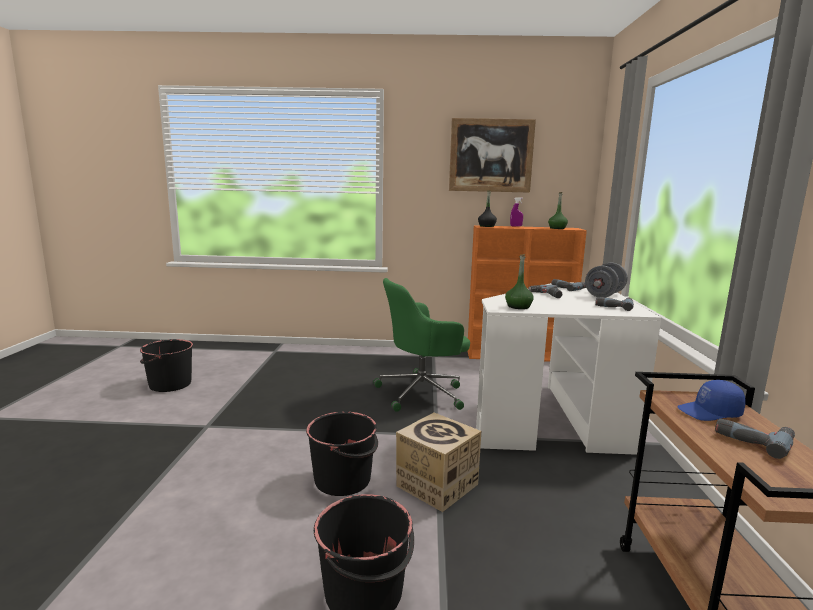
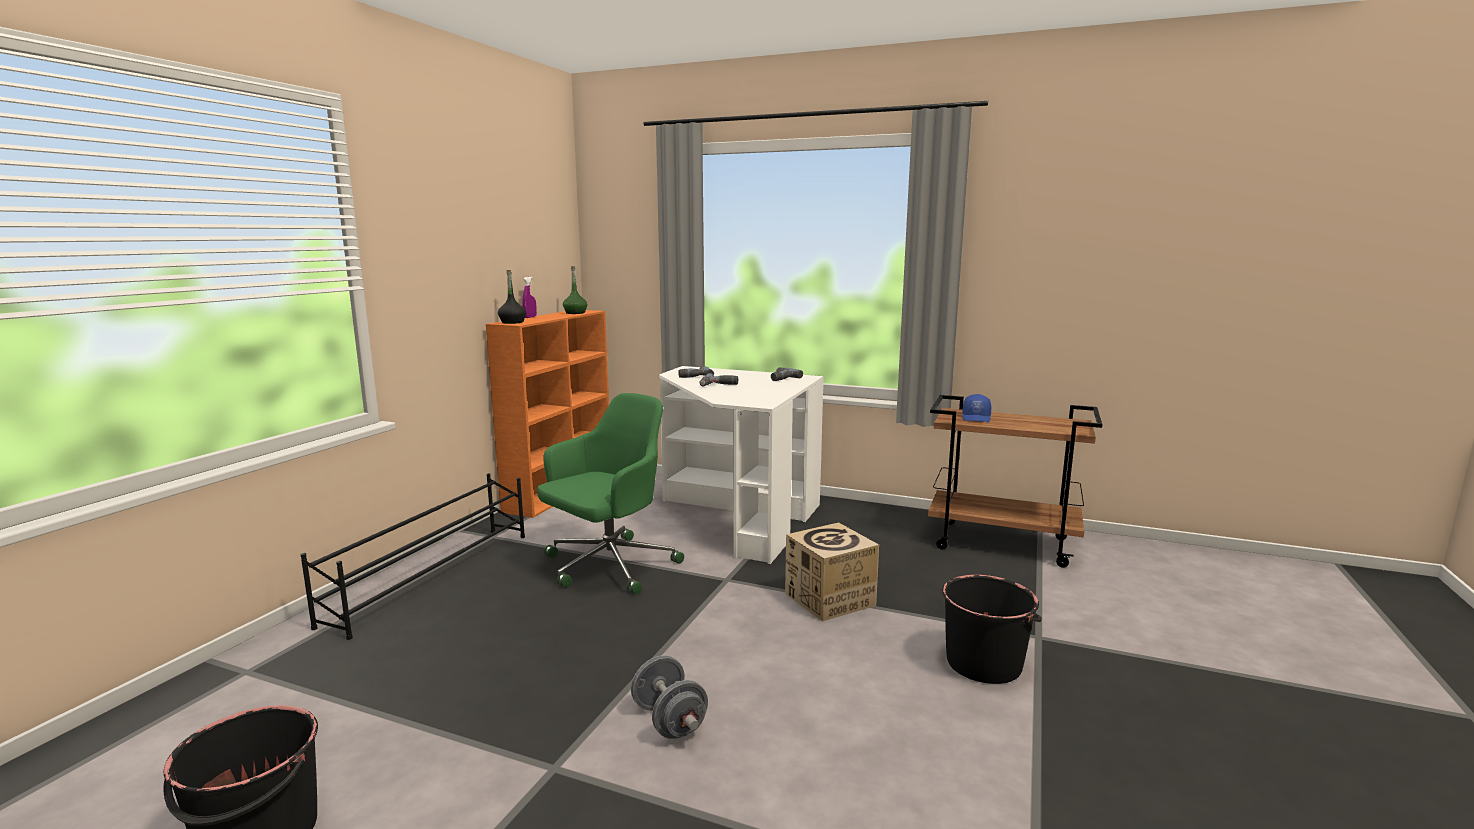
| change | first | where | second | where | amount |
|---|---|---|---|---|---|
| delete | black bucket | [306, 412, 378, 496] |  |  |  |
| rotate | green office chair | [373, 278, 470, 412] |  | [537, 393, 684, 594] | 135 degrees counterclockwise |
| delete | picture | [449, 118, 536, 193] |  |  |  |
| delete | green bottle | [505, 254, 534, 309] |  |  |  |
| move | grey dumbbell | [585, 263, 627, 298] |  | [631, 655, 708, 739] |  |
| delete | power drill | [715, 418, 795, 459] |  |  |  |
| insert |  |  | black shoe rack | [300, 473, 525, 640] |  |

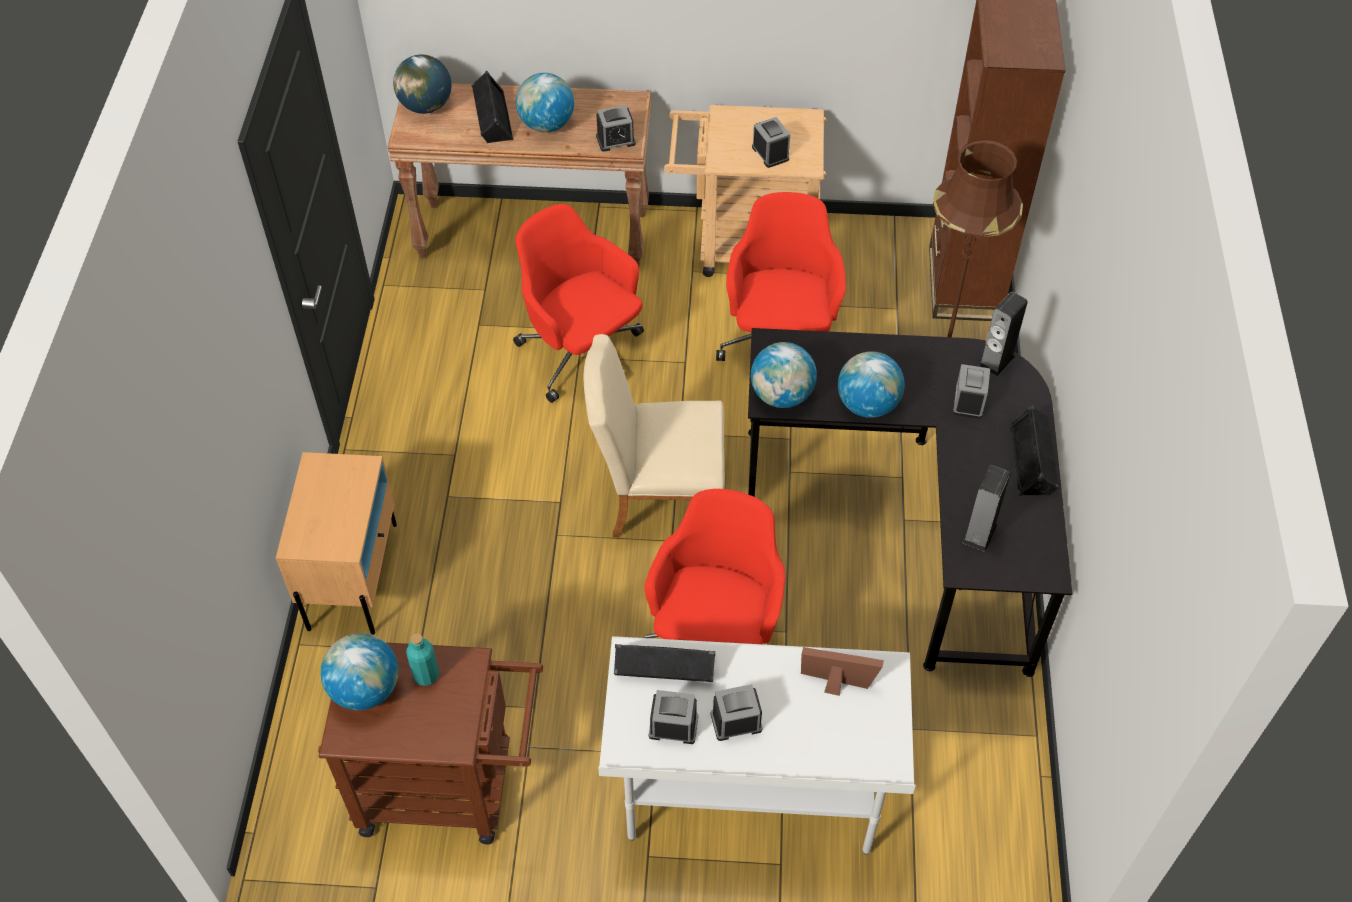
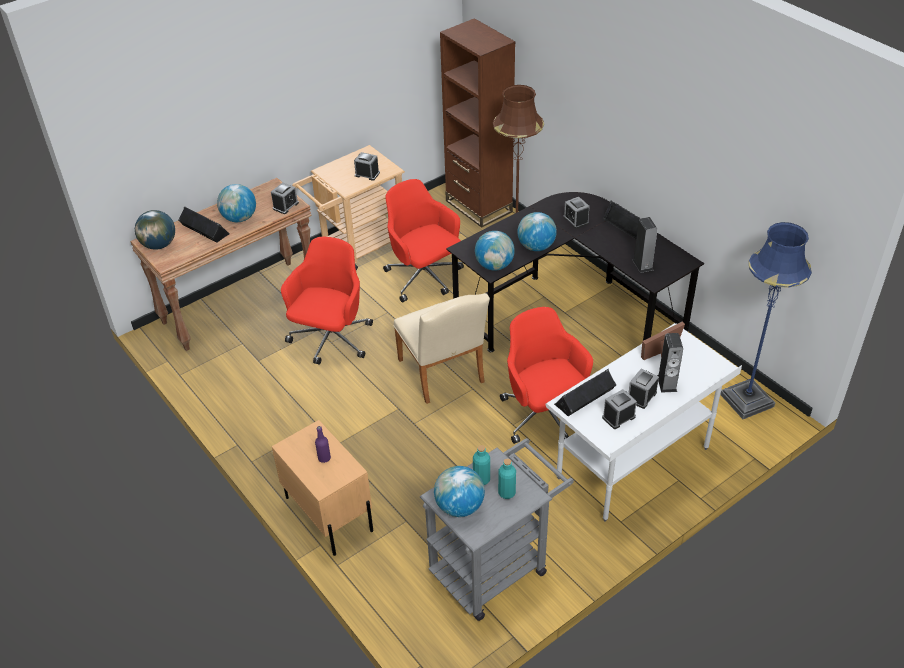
| change | first | where | second | where | amount |
|---|---|---|---|---|---|
| recolor | brown cart | [318, 643, 543, 844] | grey cart | [420, 438, 574, 621] |  |
| rotate | red office chair | [513, 204, 644, 403] |  | [281, 237, 373, 365] | 105 degrees clockwise |
| rotate | beige chair | [584, 334, 725, 538] |  | [394, 293, 490, 404] | 75 degrees counterclockwise |
| move | speaker | [978, 292, 1028, 376] |  | [657, 333, 683, 393] |  |
| insert |  |  | purple bottle | [315, 426, 331, 463] |  |
| insert |  |  | turquoise bottle | [498, 459, 516, 499] |  |
| insert |  |  | blue floor lamp | [720, 222, 812, 419] |  |

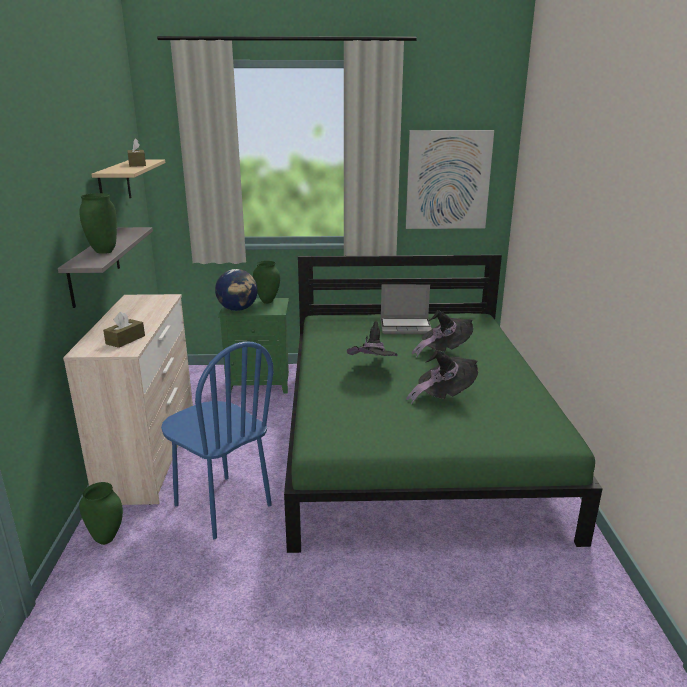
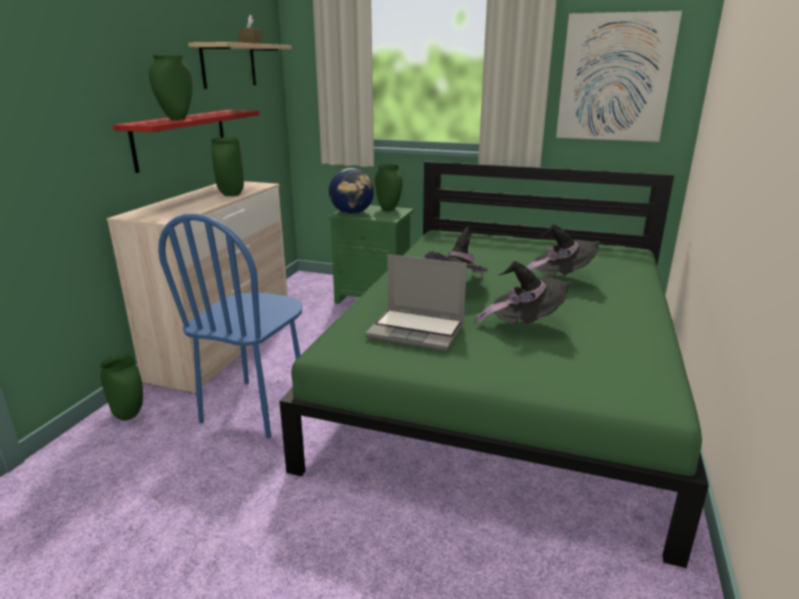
| change | first | where | second | where | amount |
|---|---|---|---|---|---|
| recolor | grey shelf | [58, 227, 153, 308] | red shelf | [113, 110, 260, 173] |  |
| delete | brown tissue box | [103, 312, 145, 348] |  |  |  |
| rotate | blue chair | [161, 341, 274, 539] |  | [158, 214, 303, 439] | 45 degrees clockwise |
| move | laptop | [381, 285, 432, 334] |  | [365, 254, 467, 351] |  |
| insert |  |  | green vase | [211, 137, 244, 196] |  |

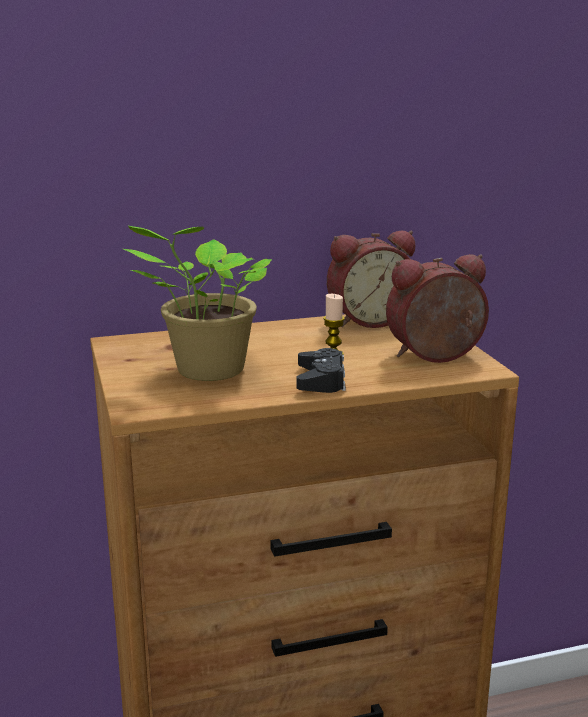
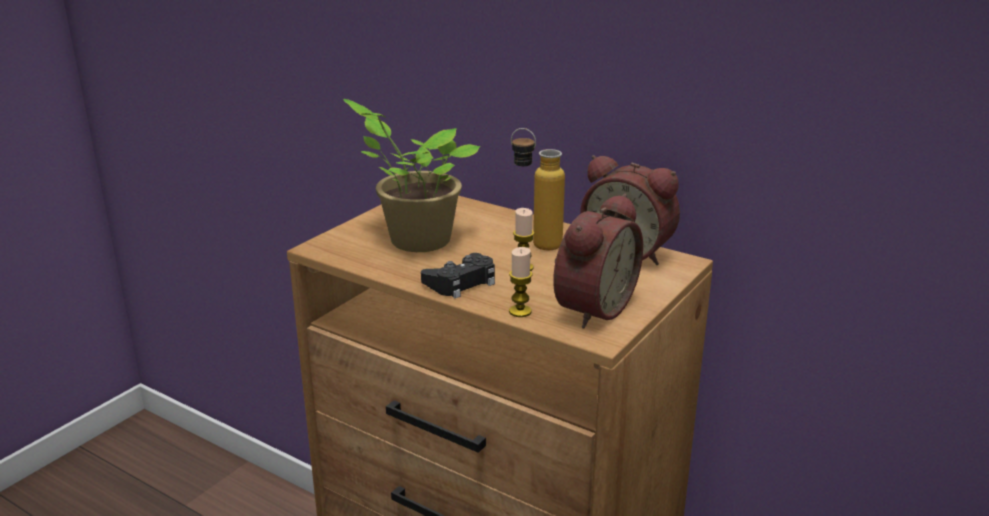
| change | first | where | second | where | amount |
|---|---|---|---|---|---|
| rotate | alarm clock | [386, 254, 489, 363] |  | [553, 194, 643, 328] | 90 degrees clockwise |
| insert |  |  | candle | [509, 247, 533, 317] |  |
| insert |  |  | bottle | [511, 128, 565, 250] |  |

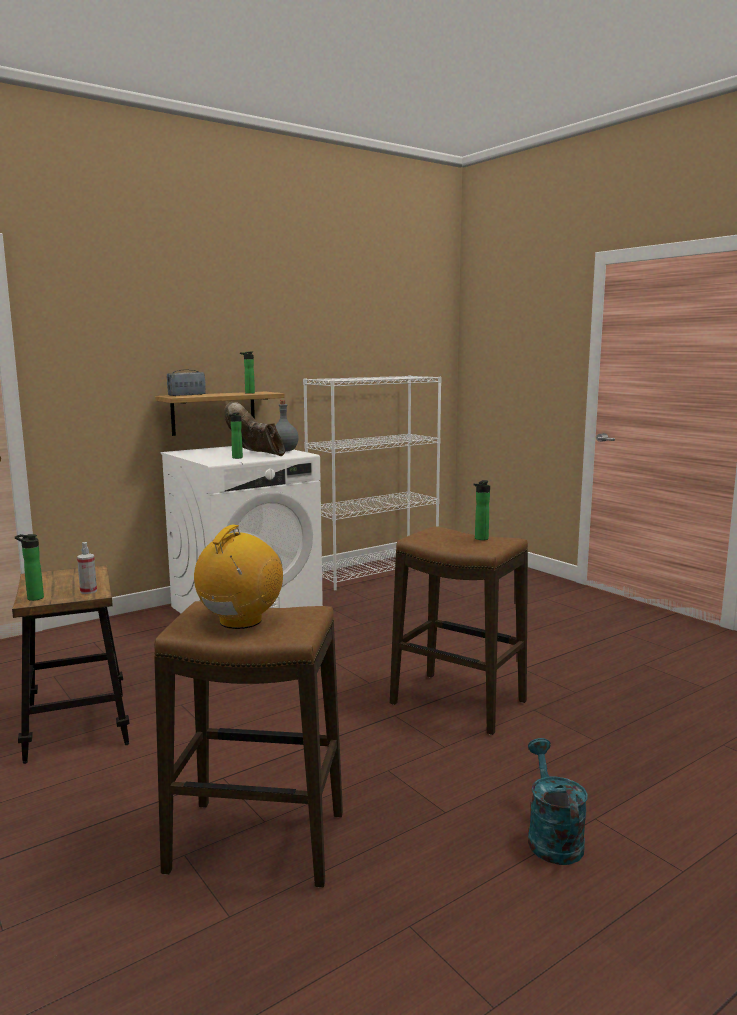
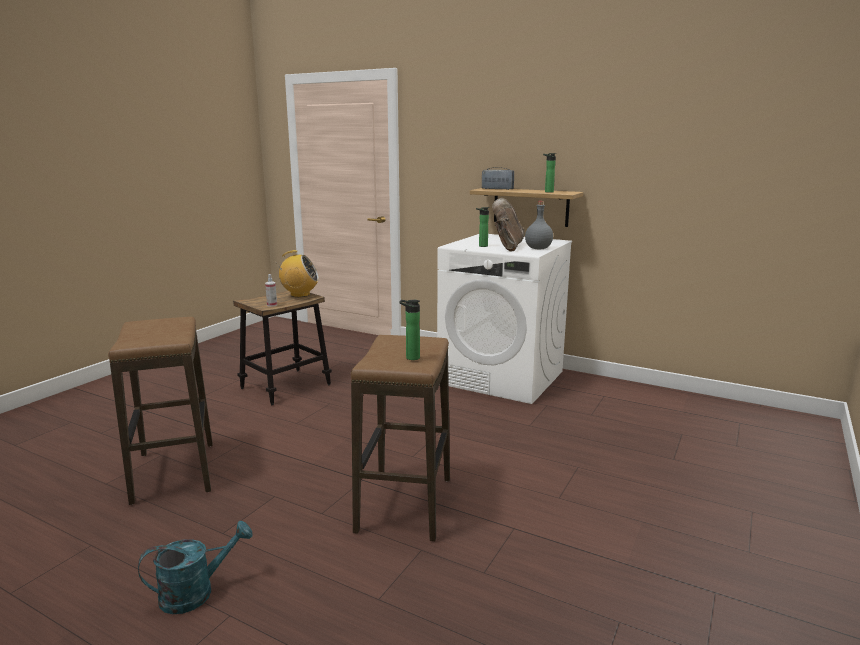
| change | first | where | second | where | amount |
|---|---|---|---|---|---|
| delete | bottle | [15, 534, 44, 601] |  |  |  |
| move | radio | [194, 524, 283, 629] |  | [277, 250, 319, 297] |  |
| delete | white bookcase | [303, 375, 442, 590] |  |  |  |

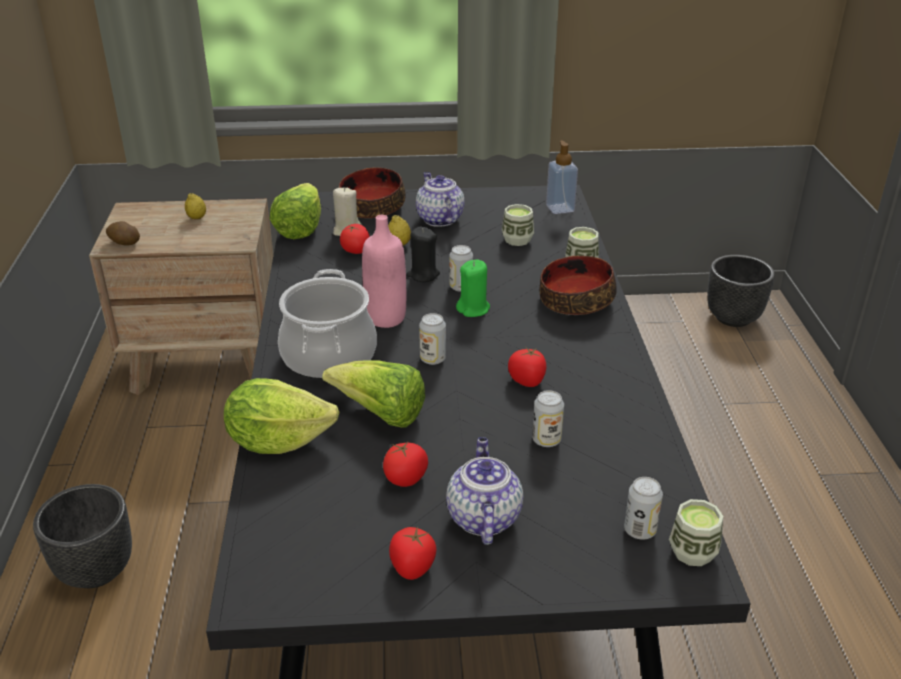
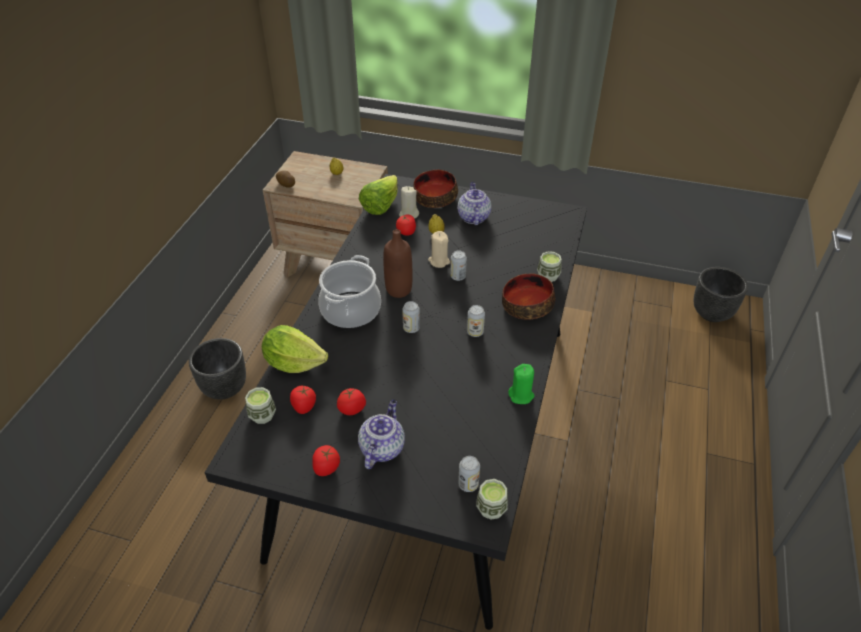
| change | first | where | second | where | amount |
|---|---|---|---|---|---|
| delete | lettuce | [322, 360, 425, 428] |  |  |  |
| recolor | pink bottle | [362, 215, 406, 328] | brown bottle | [383, 229, 412, 298] |  |
| recolor | black candle | [406, 226, 440, 282] | beige candle | [428, 231, 450, 268] |  |
| move | green candle | [456, 260, 490, 317] |  | [508, 364, 535, 404] |  |
| move | cup | [502, 204, 534, 246] |  | [245, 387, 276, 424] |  |
| move | tomato | [508, 347, 546, 387] |  | [290, 386, 316, 414] |  |
| move | can | [532, 390, 564, 447] |  | [467, 305, 485, 337] |  |
| delete | soap dispenser | [546, 141, 578, 214] |  |  |  |

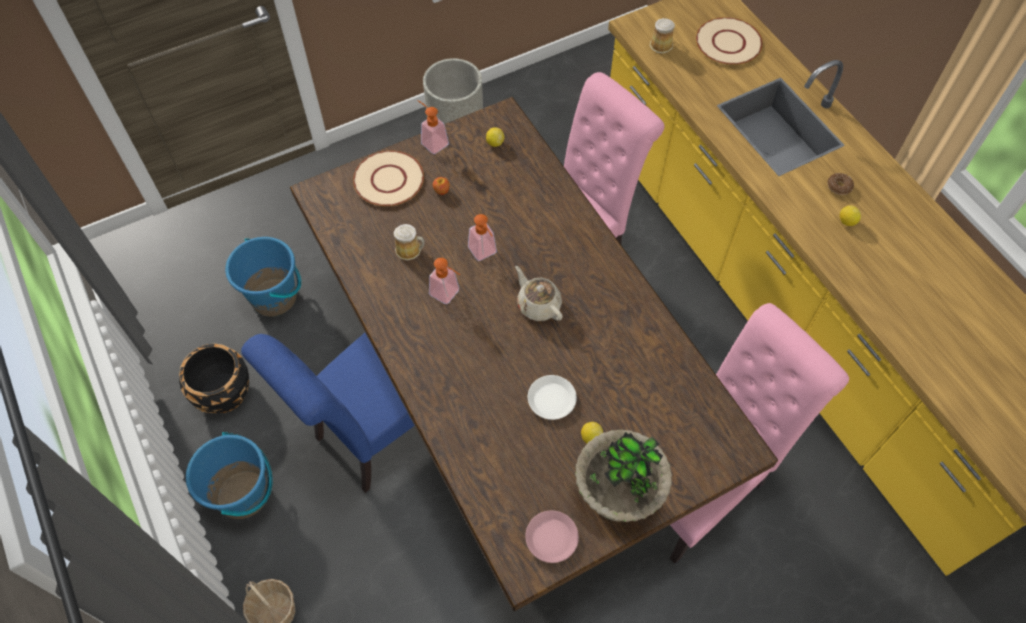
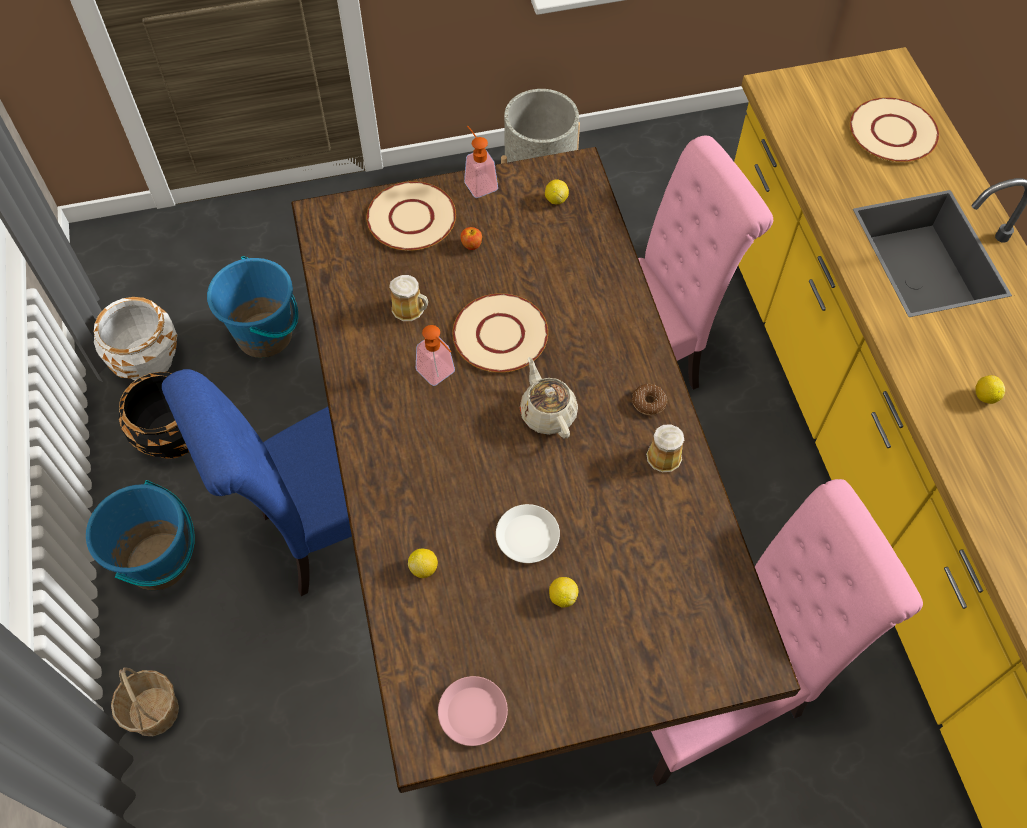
| change | first | where | second | where | amount |
|---|---|---|---|---|---|
| replace | soap dispenser | [468, 214, 497, 261] | beige plate | [452, 293, 548, 373] |  |
| delete | potted plant | [575, 430, 672, 522] |  |  |  |
| move | mug | [650, 18, 675, 53] |  | [646, 424, 684, 472] |  |
| move | donut | [827, 173, 854, 195] |  | [632, 384, 667, 415] |  |
| insert |  |  | white planter | [94, 297, 177, 380] |  |
| insert |  |  | lemon | [408, 549, 438, 578] |  |

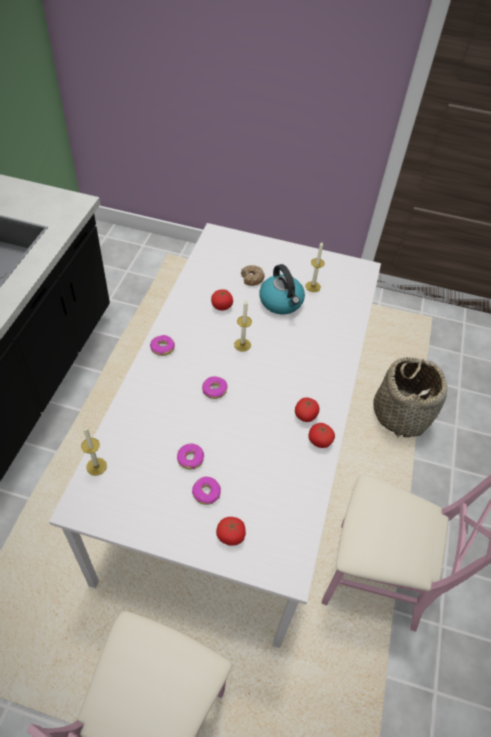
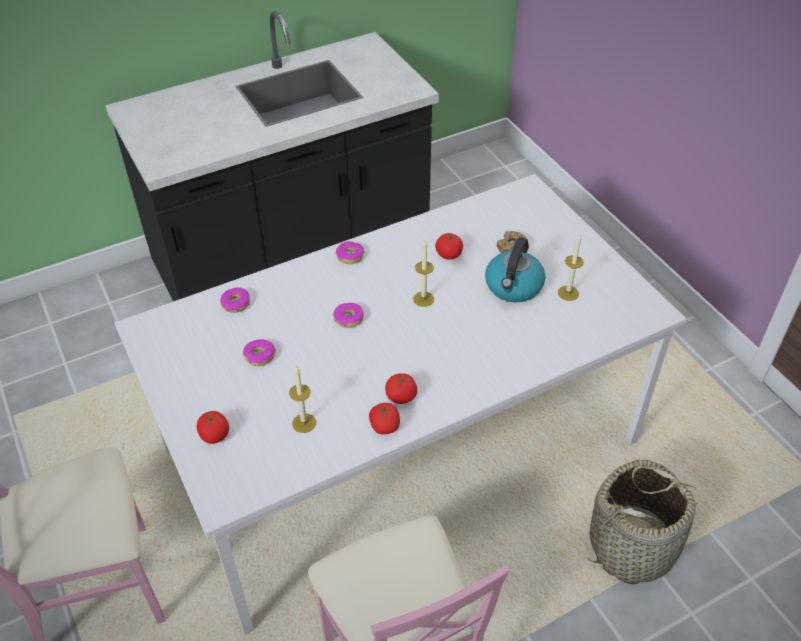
| change | first | where | second | where | amount |
|---|---|---|---|---|---|
| move | candle | [81, 426, 107, 476] |  | [289, 365, 316, 433] |  |
| move | donut | [192, 477, 221, 505] |  | [220, 288, 250, 313] |  |

